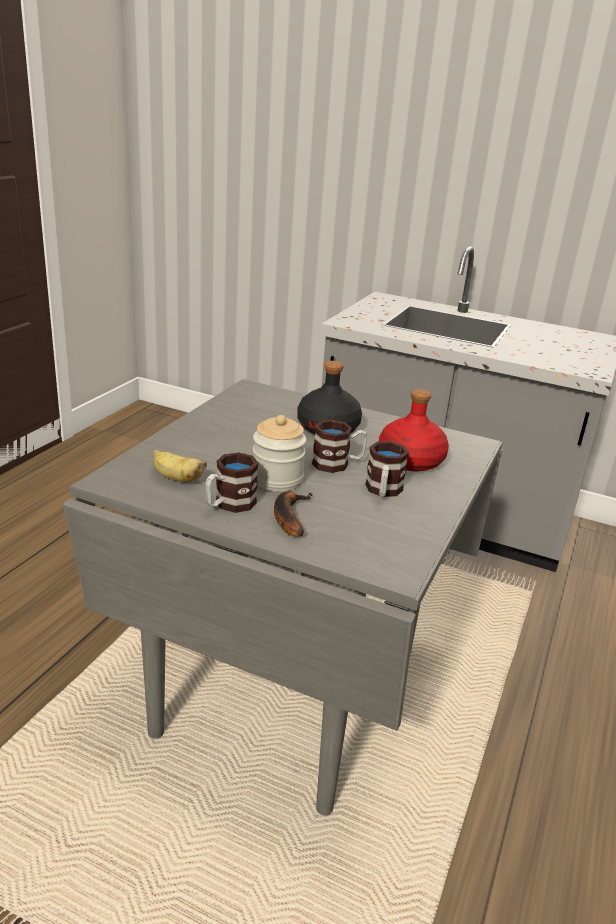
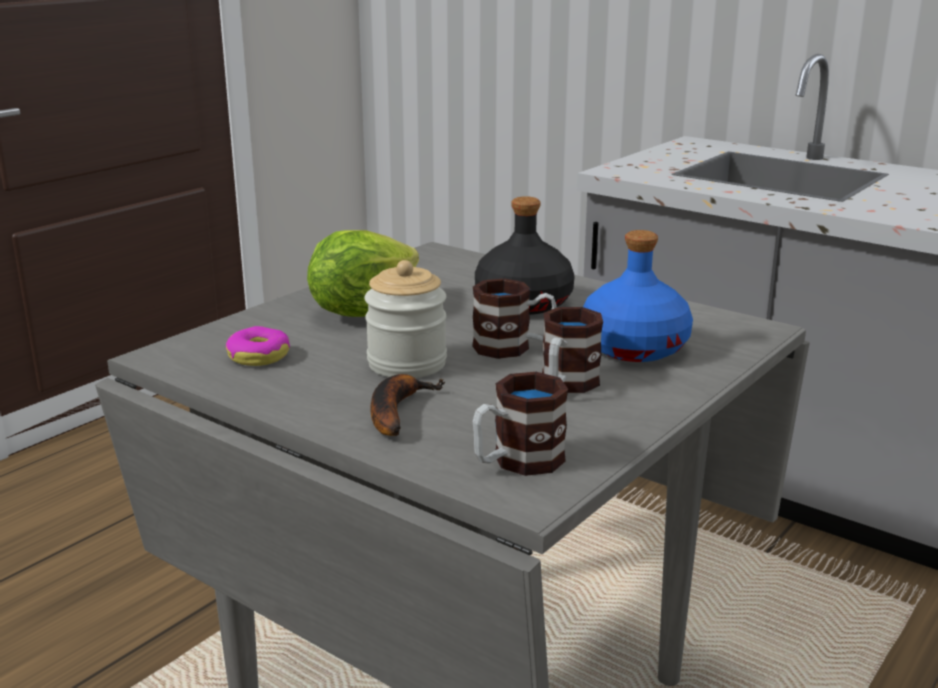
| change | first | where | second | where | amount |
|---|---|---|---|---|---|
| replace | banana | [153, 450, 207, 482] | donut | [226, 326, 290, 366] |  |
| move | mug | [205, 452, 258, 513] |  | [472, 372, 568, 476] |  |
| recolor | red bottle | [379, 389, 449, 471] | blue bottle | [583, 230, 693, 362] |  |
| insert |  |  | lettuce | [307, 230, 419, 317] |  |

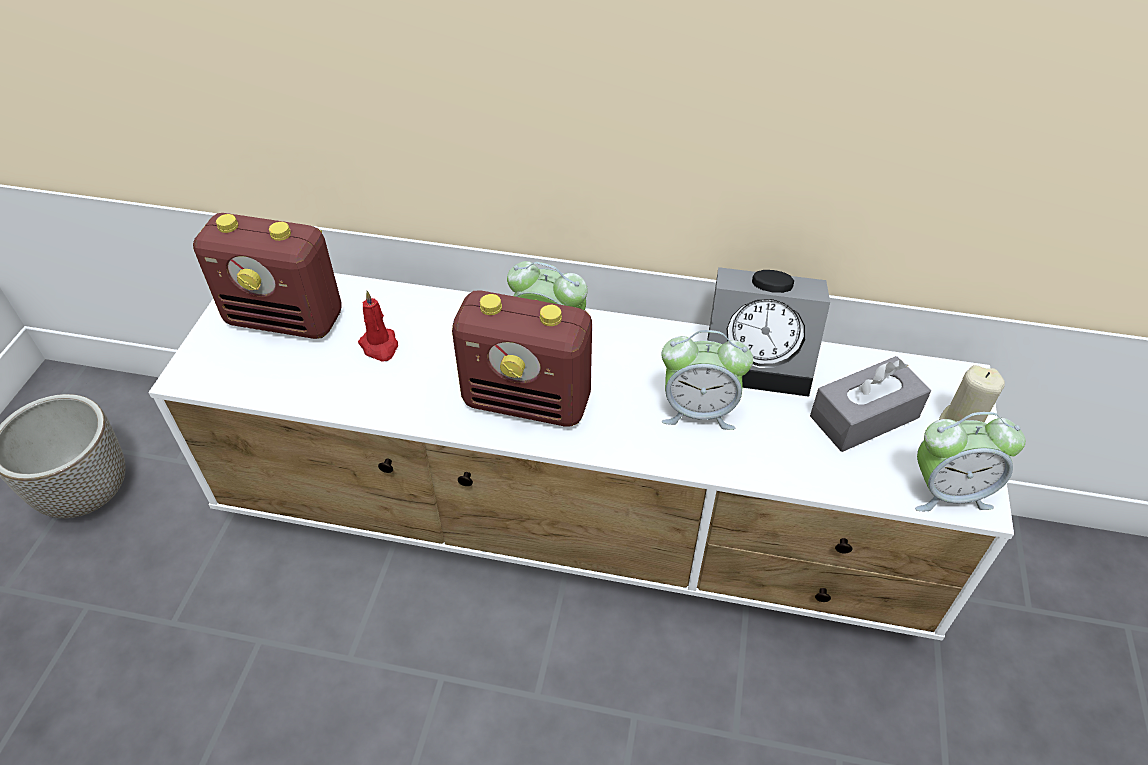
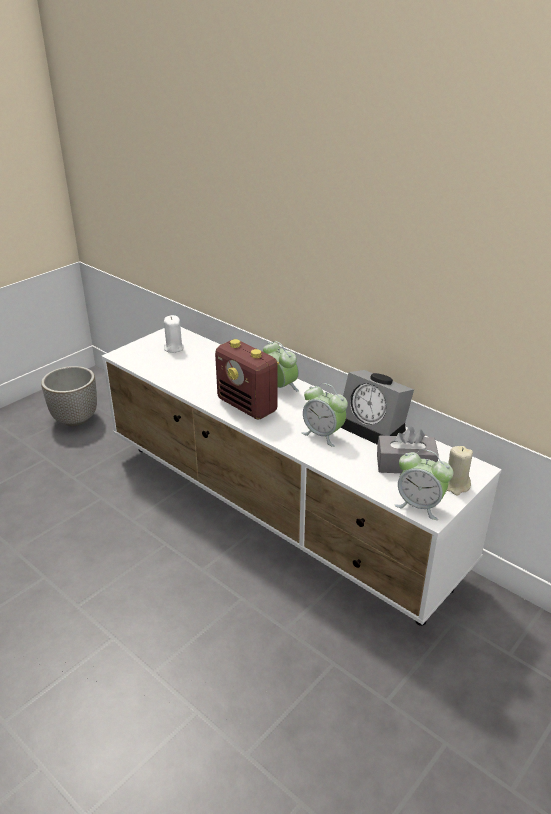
| change | first | where | second | where | amount |
|---|---|---|---|---|---|
| replace | radio | [193, 213, 342, 339] | white candle | [164, 315, 184, 353] |  |
| delete | red candle | [358, 291, 398, 362] |  |  |  |

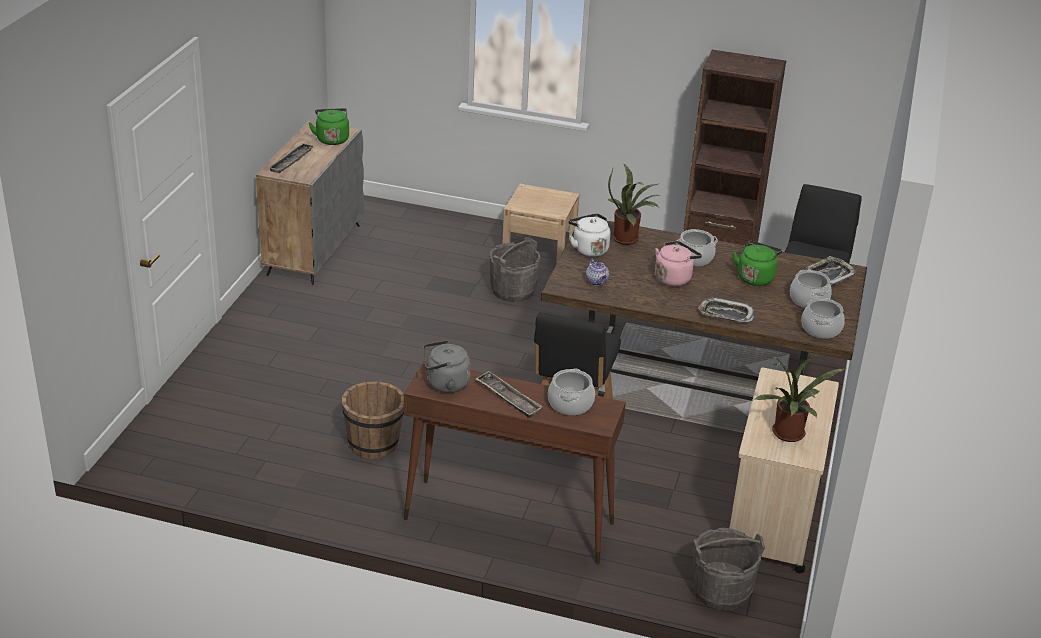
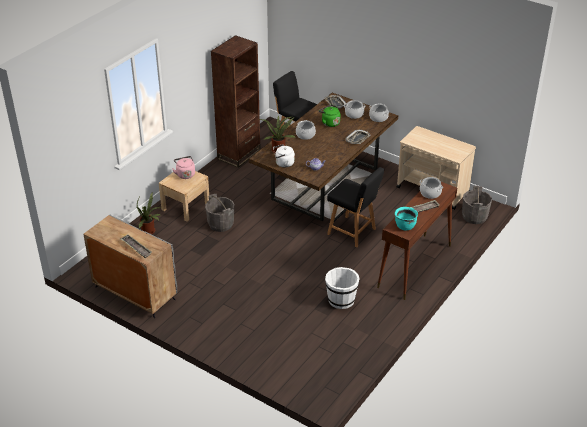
| change | first | where | second | where | amount |
|---|---|---|---|---|---|
| delete | green kettle | [309, 108, 349, 145] |  |  |  |
| recolor | brown bucket | [342, 381, 404, 459] | white bucket | [325, 267, 360, 309] |  |
| replace | grey kettle | [423, 340, 471, 393] | turquoise cooking pot | [395, 207, 418, 230] |  |
| move | pink kettle | [655, 241, 702, 286] |  | [172, 156, 195, 179] |  |
| move | potted plant | [753, 353, 845, 442] |  | [137, 193, 161, 234] |  |

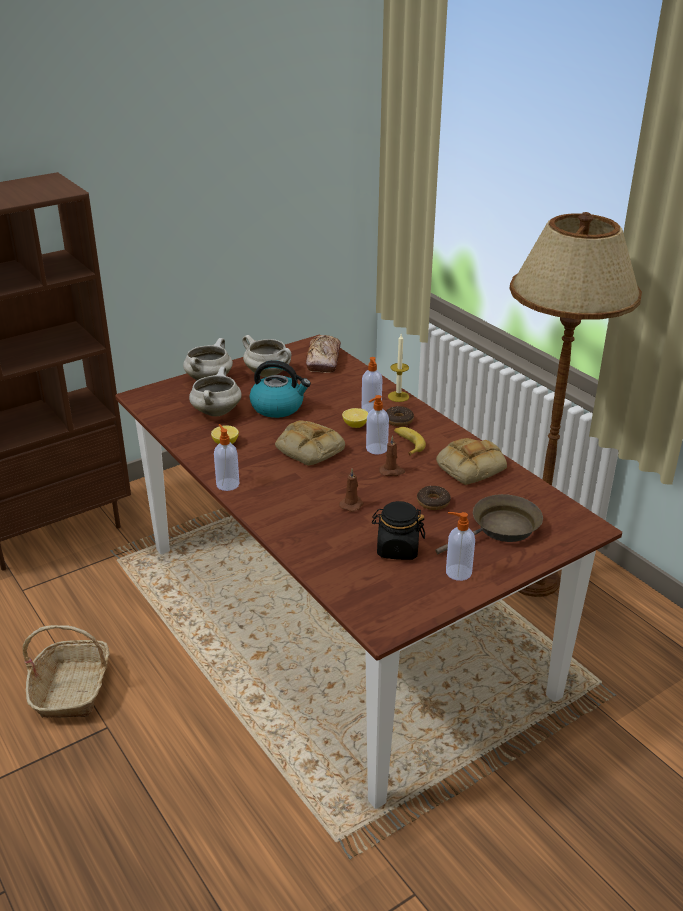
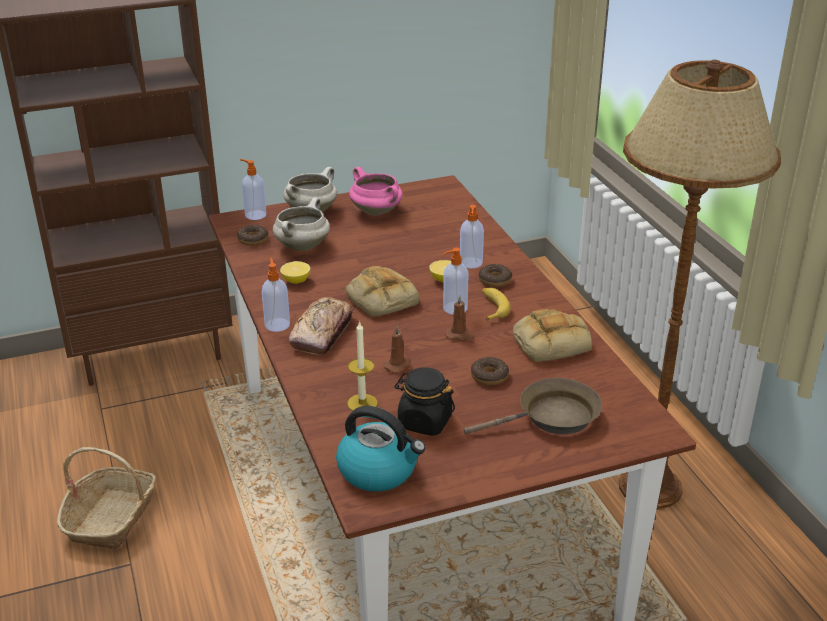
| change | first | where | second | where | amount |
|---|---|---|---|---|---|
| recolor | white cooking pot | [242, 335, 291, 377] | pink cooking pot | [349, 167, 403, 216] |  |
| move | kettle | [249, 360, 311, 418] |  | [336, 406, 426, 492] |  |
| move | bread | [306, 335, 341, 373] |  | [289, 297, 354, 355] |  |
| move | candle | [388, 334, 409, 402] |  | [348, 321, 378, 411] |  |
| move | soap dispenser | [446, 512, 475, 581] |  | [240, 159, 266, 220] |  |
| insert |  |  | donut | [237, 225, 269, 246] |  |

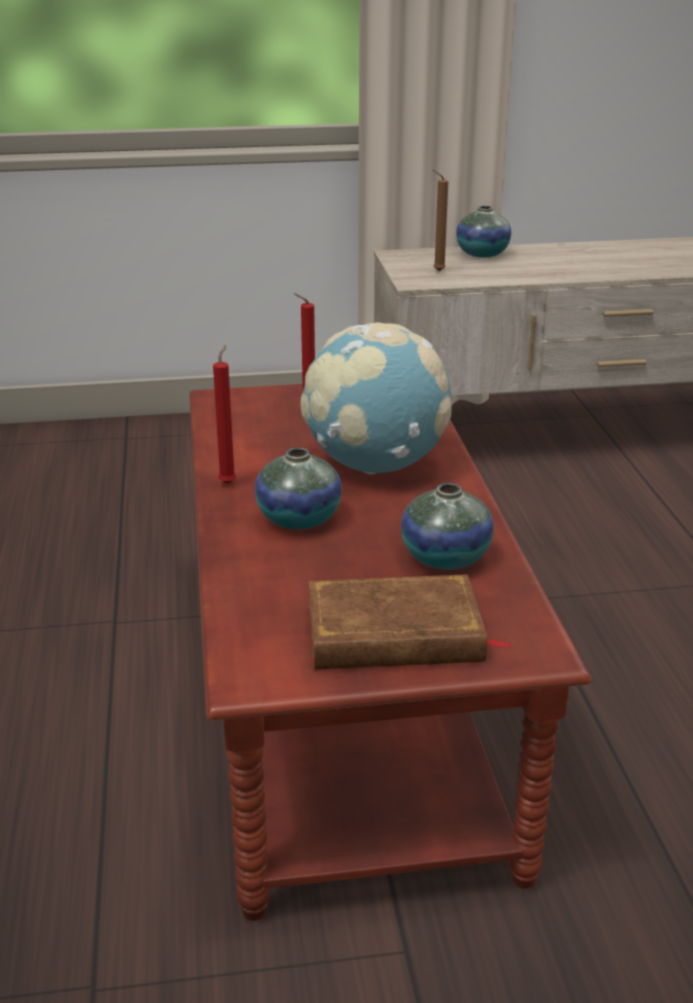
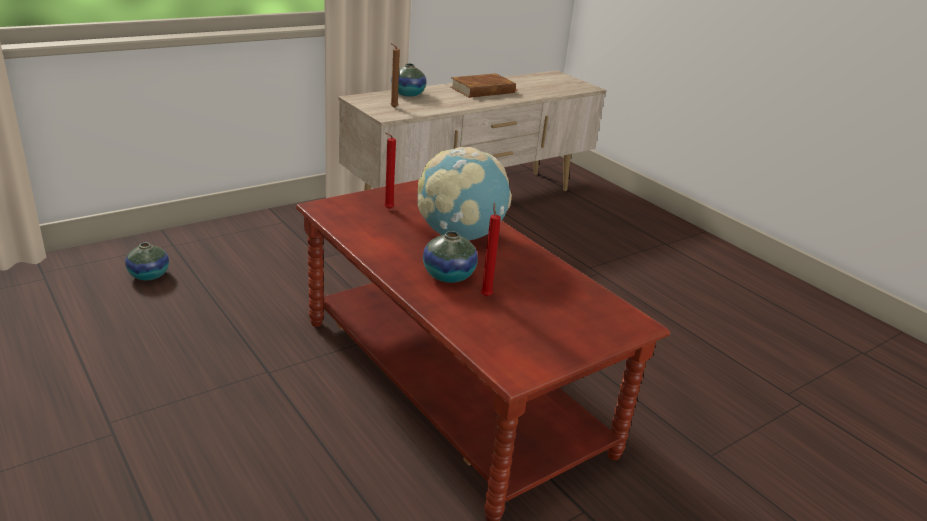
| change | first | where | second | where | amount |
|---|---|---|---|---|---|
| move | red candle | [213, 345, 236, 484] |  | [481, 203, 501, 297] |  |
| move | brown book | [309, 574, 511, 670] |  | [450, 74, 516, 98] |  |
| move | vase | [401, 483, 494, 570] |  | [125, 242, 169, 280] |  |

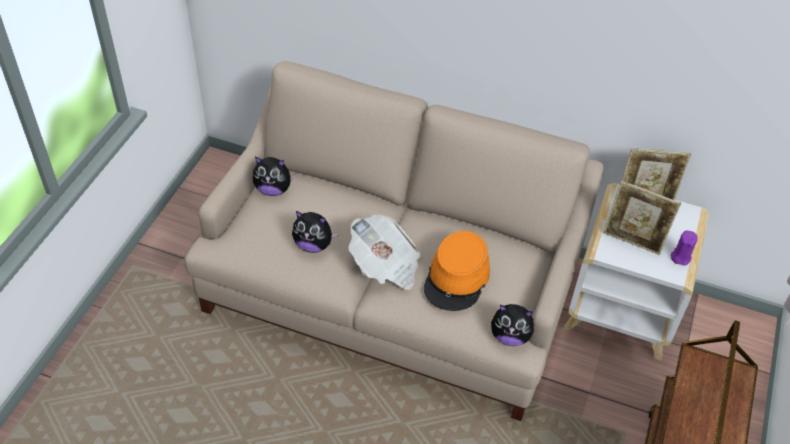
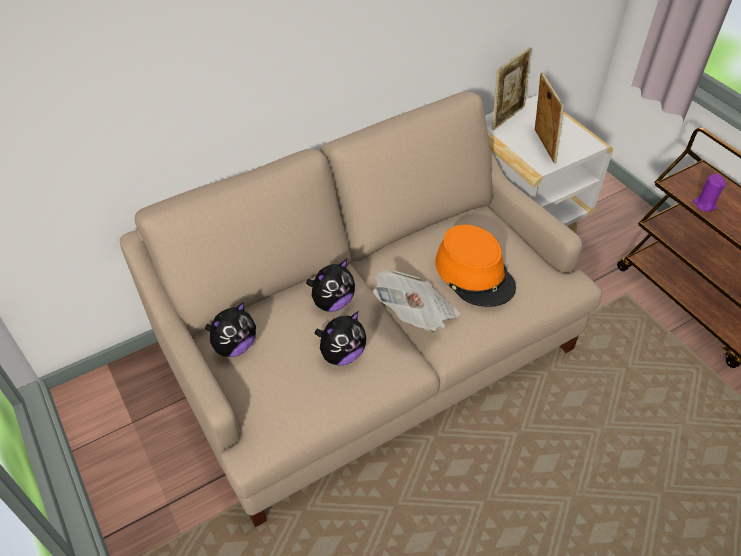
| change | first | where | second | where | amount |
|---|---|---|---|---|---|
| move | plush toy | [491, 304, 535, 346] |  | [306, 259, 355, 312] |  |
| rotate | picture frame | [603, 180, 681, 255] |  | [535, 73, 564, 164] | 75 degrees counterclockwise |
| move | purple candle | [671, 231, 698, 266] |  | [693, 174, 726, 212] |  |

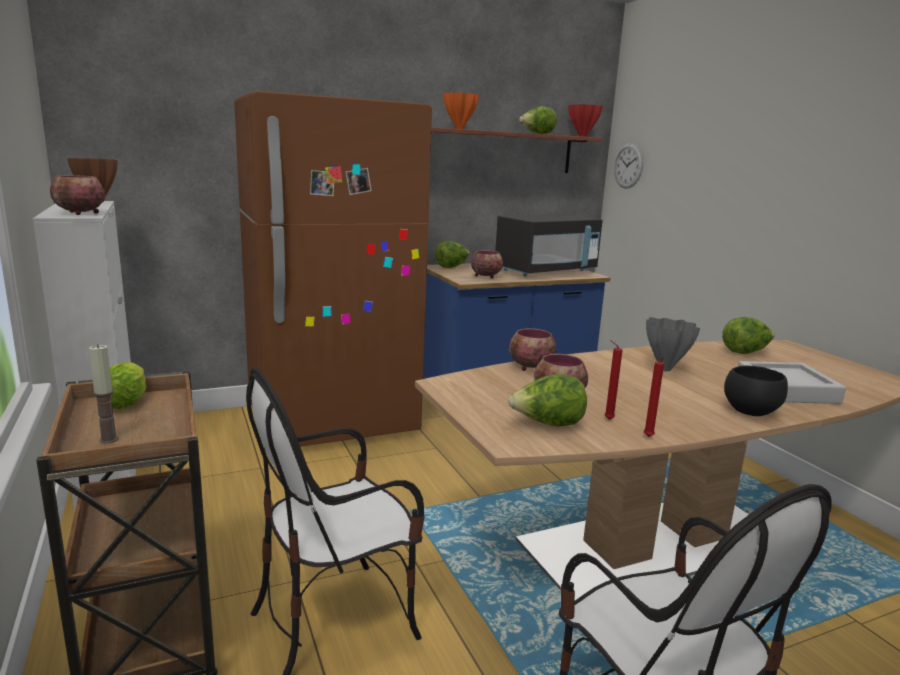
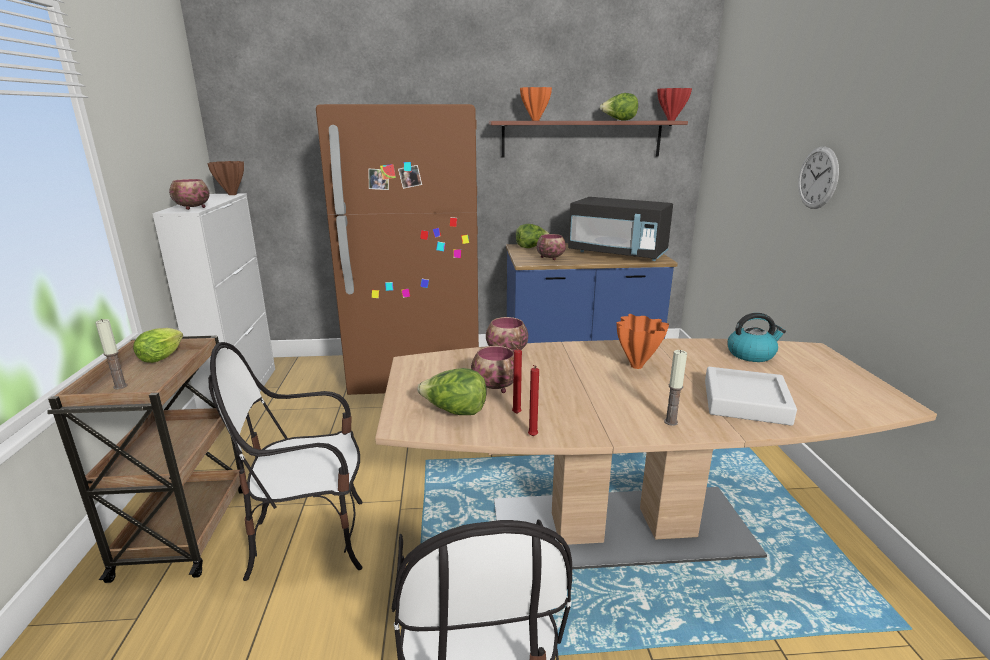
| change | first | where | second | where | amount |
|---|---|---|---|---|---|
| rotate | black microwave | [495, 214, 603, 276] |  | [568, 197, 673, 261] | 45 degrees clockwise |
| move | wall clock | [614, 143, 643, 189] |  | [798, 146, 839, 209] |  |
| recolor | grey vase | [646, 317, 700, 372] | orange vase | [617, 314, 669, 369] |  |
| replace | lettuce | [722, 317, 775, 354] | kettle | [727, 313, 786, 362] |  |
| replace | black bowl | [724, 366, 788, 416] | candle | [664, 350, 687, 426] |  |

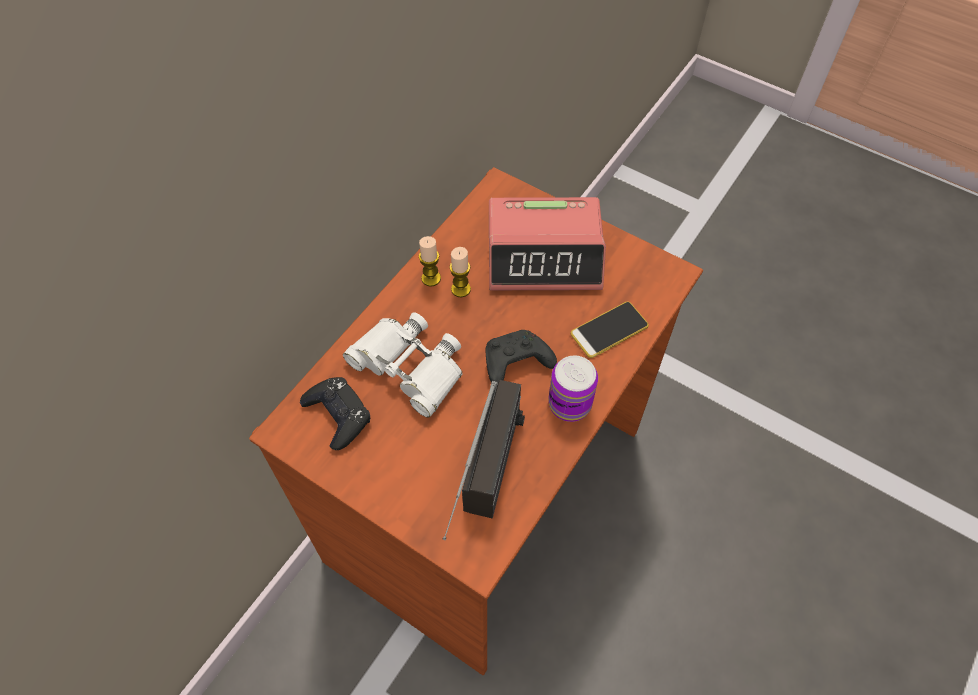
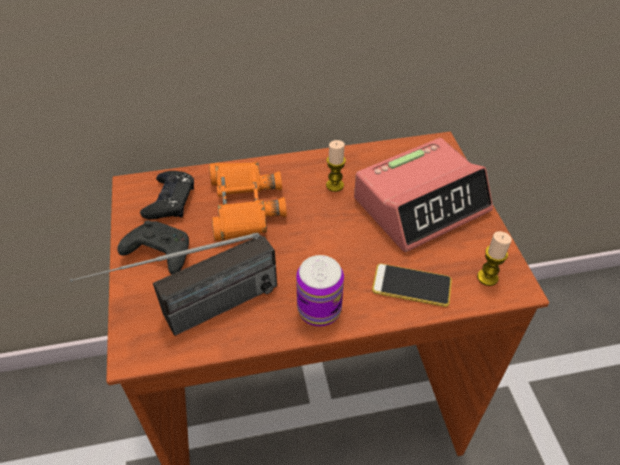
| change | first | where | second | where | amount |
|---|---|---|---|---|---|
| recolor | white binoculars | [343, 312, 463, 418] | orange binoculars | [209, 162, 287, 241] |  |
| move | candle | [419, 236, 441, 287] |  | [477, 231, 512, 286] |  |
| move | black game controller | [485, 330, 557, 382] |  | [117, 220, 189, 275] |  |
| rotate | alarm clock | [489, 197, 606, 290] |  | [354, 138, 493, 252] | 75 degrees counterclockwise |

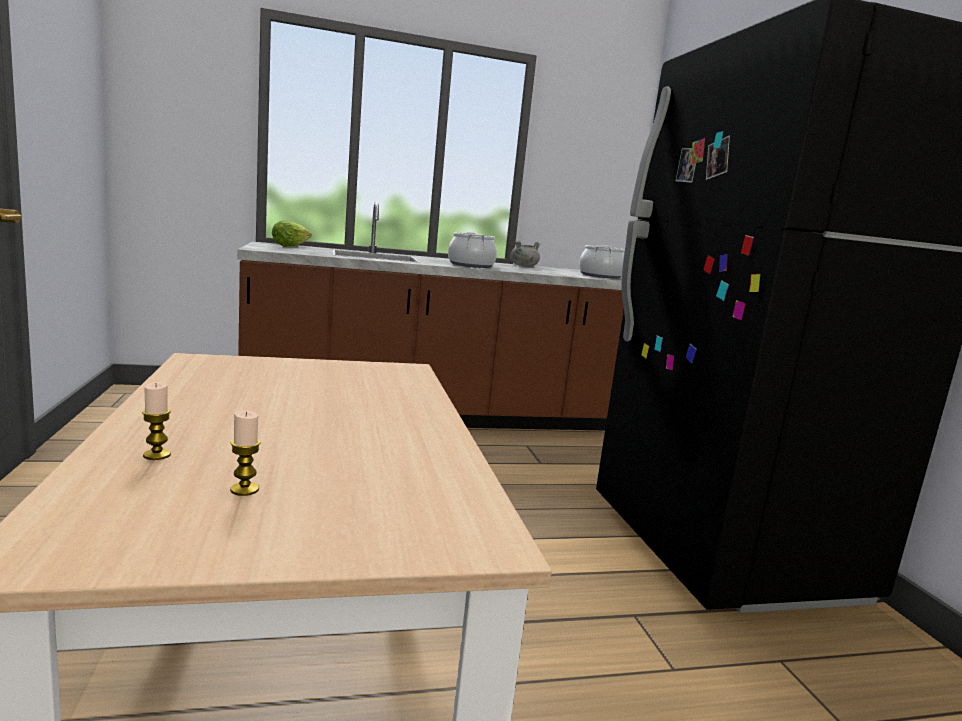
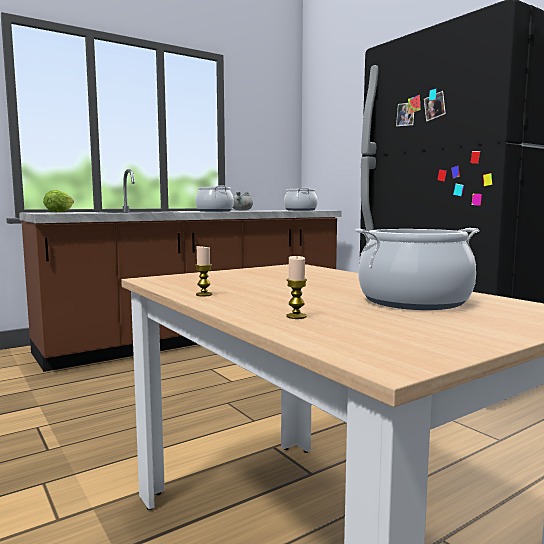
| change | first | where | second | where | amount |
|---|---|---|---|---|---|
| move | candle | [230, 410, 261, 496] |  | [195, 246, 212, 296] |  |
| insert |  |  | cooking pot | [355, 228, 479, 310] |  |

